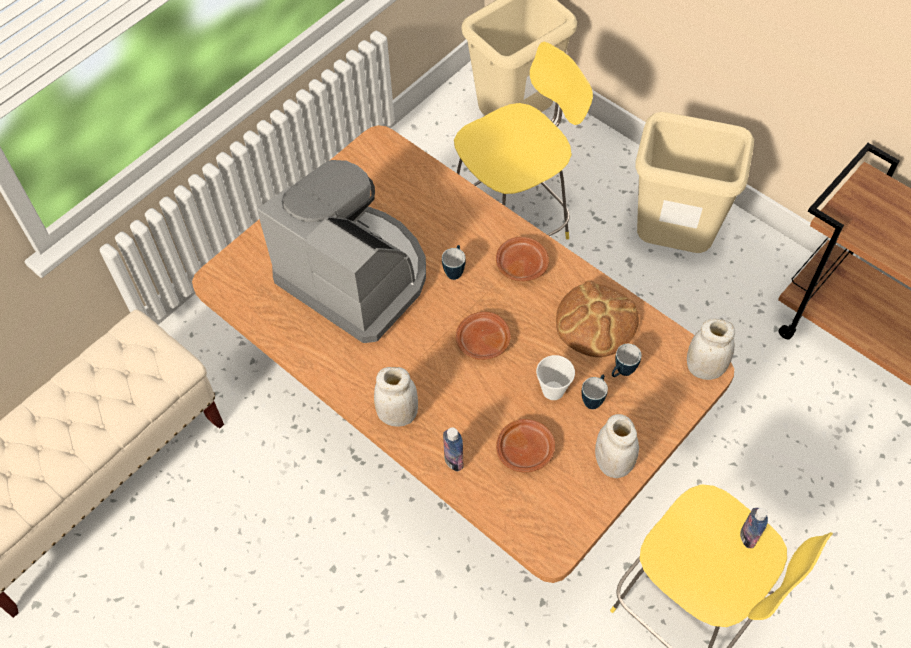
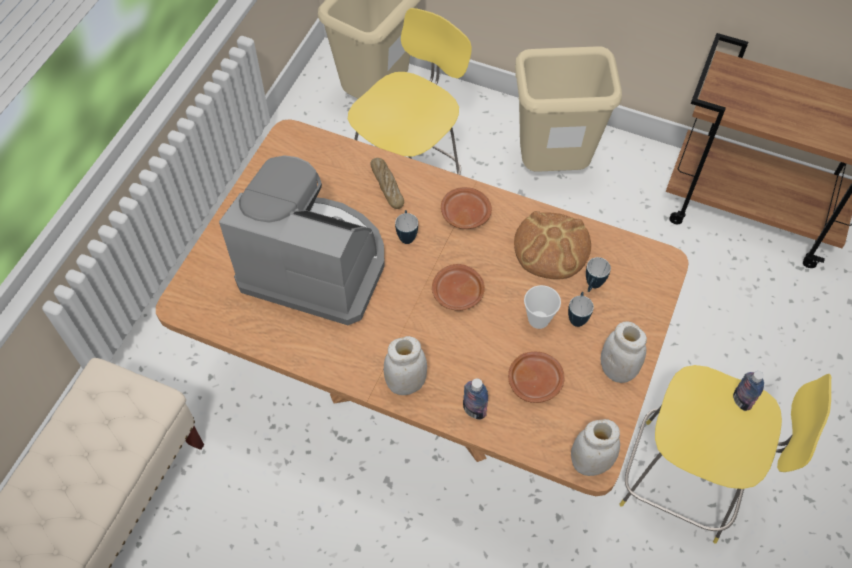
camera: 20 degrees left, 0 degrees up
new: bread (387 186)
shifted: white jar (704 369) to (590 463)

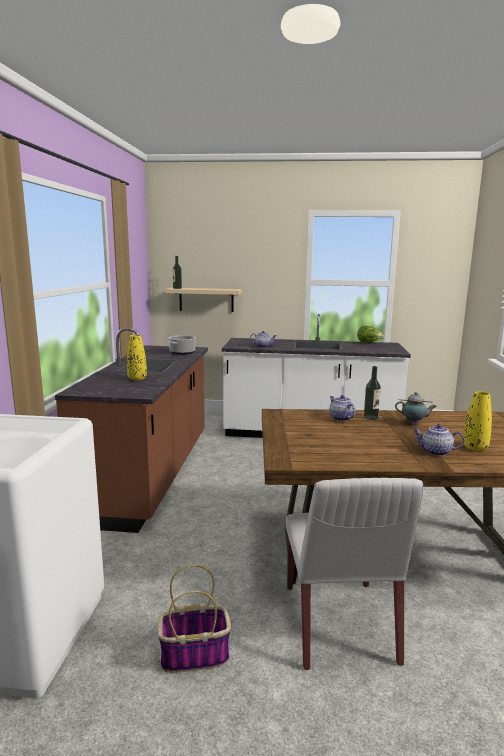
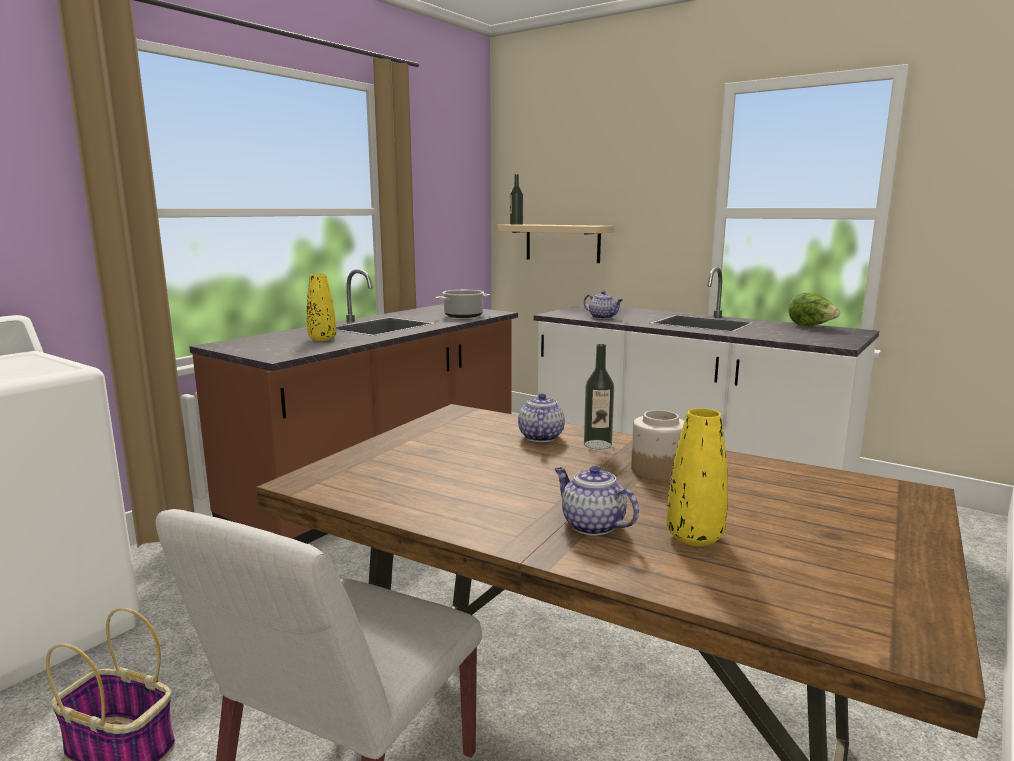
camera: 30 degrees right, 0 degrees up
swapped: teapot (414 424) to jar (657 470)

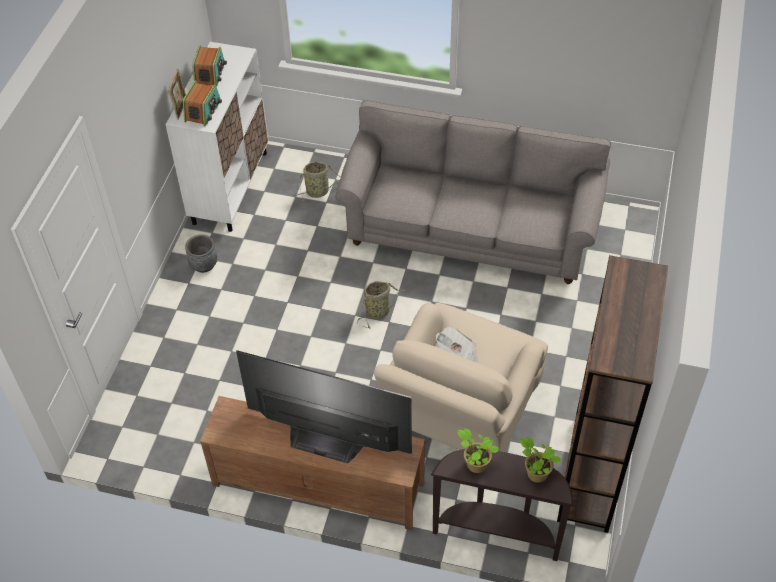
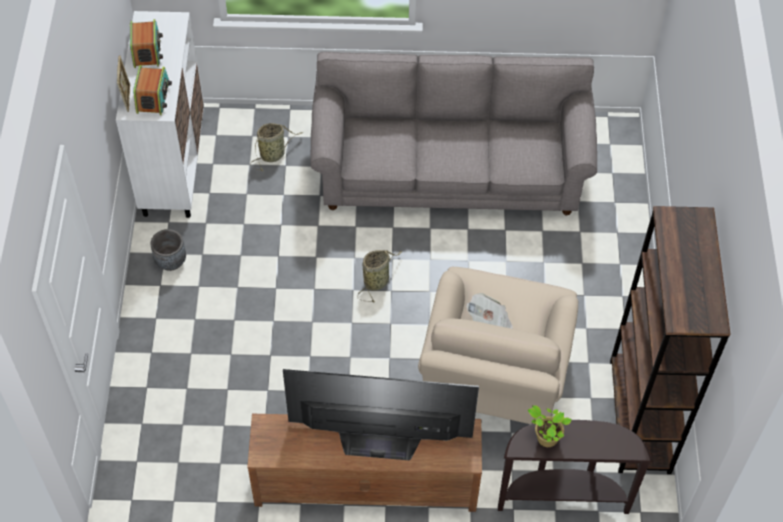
camera: 15 degrees left, 5 degrees up
gone: potted plant (535 473)

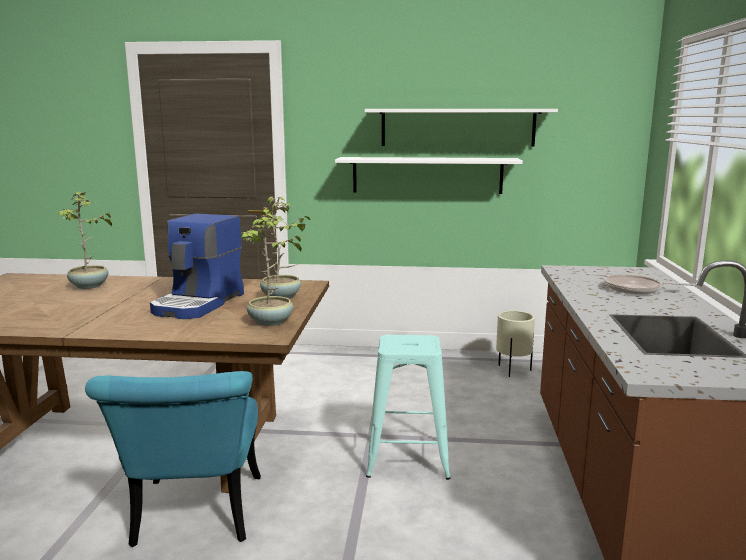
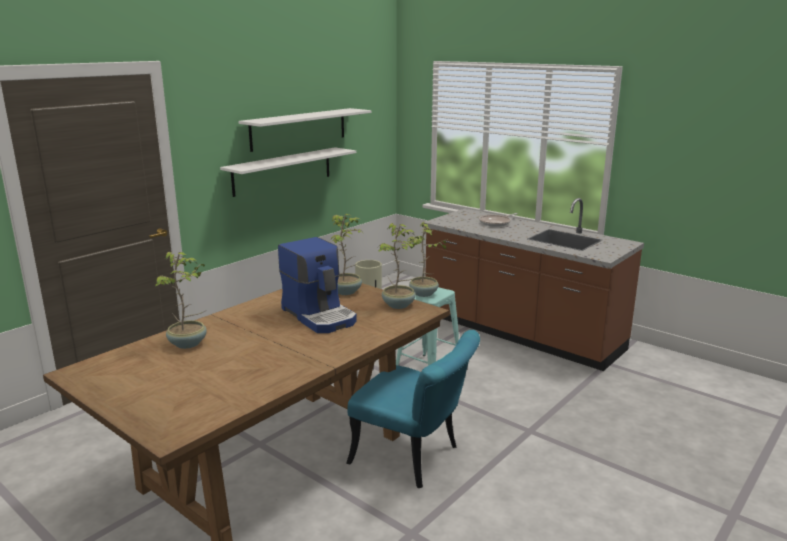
camera: 55 degrees left, 5 degrees up
new: potted plant (424 294)

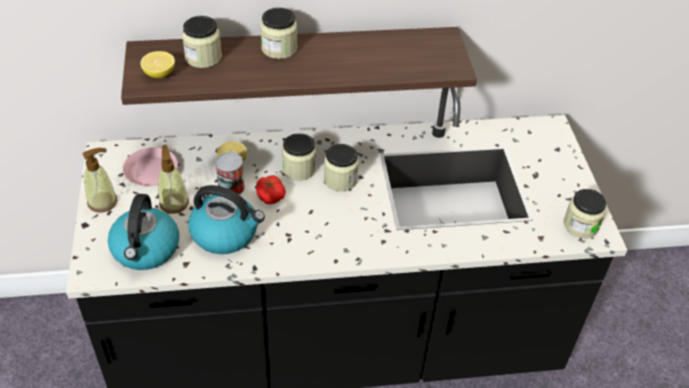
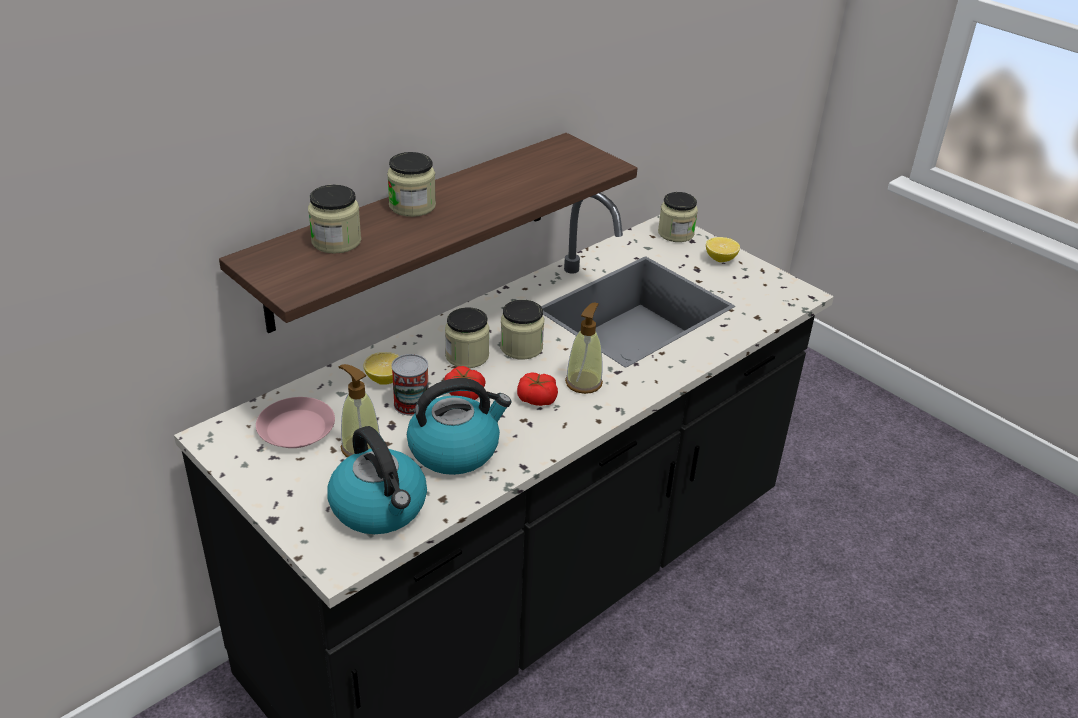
camera: 35 degrees left, 10 degrees down
new: tomato (537 398)
shifted: soap dispenser (103 202) to (584 382); lemon (159 74) to (720 259); jar (580 225) to (675 233)

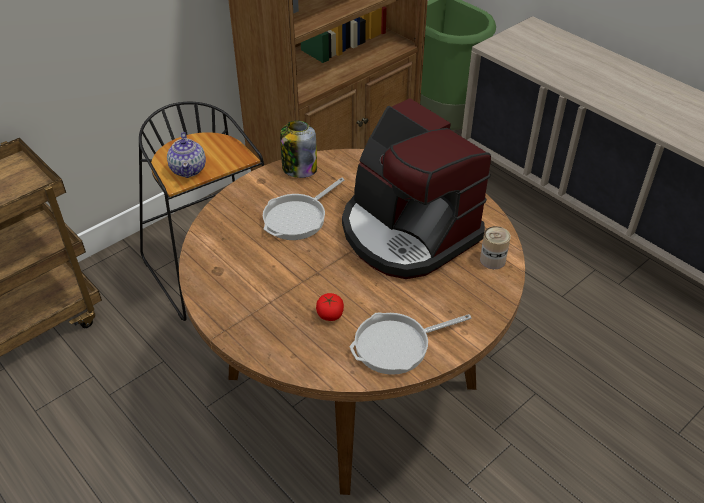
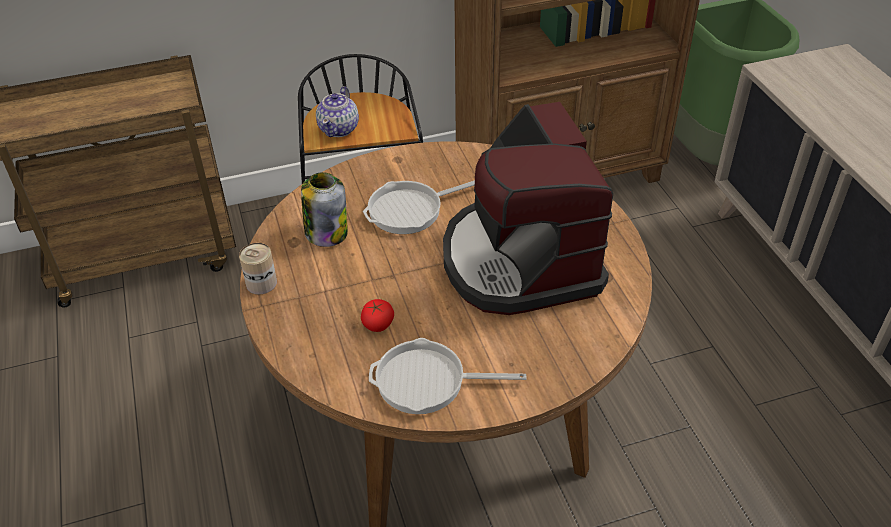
camera: 25 degrees right, 0 degrees up
shifted: jar (299 168) to (326 232); can (492 260) to (261 283)

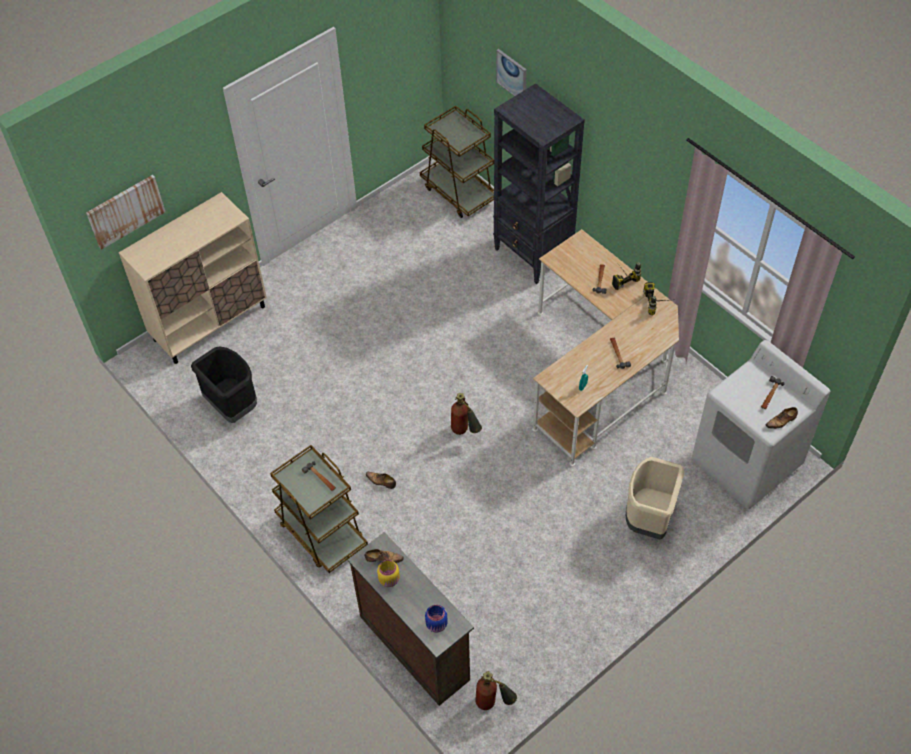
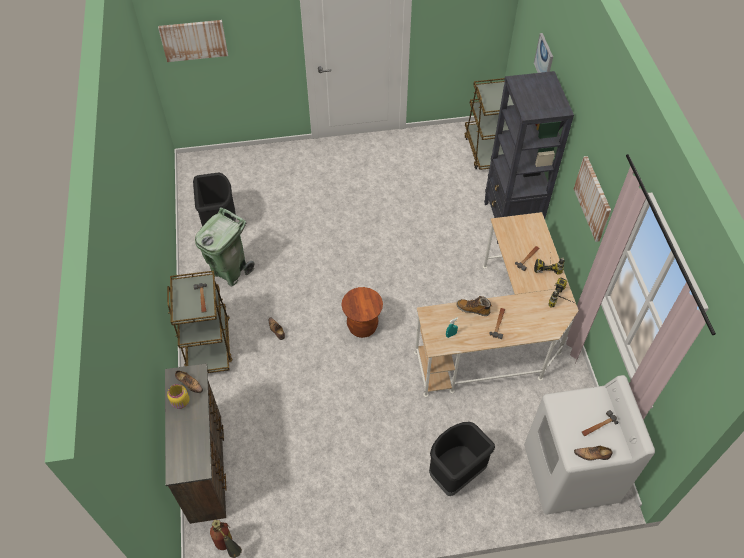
camera: 30 degrees right, 0 degrees up
gone: beige cabinet (210 323); blue jar (437 625)
new: green trash can (230 271); boot (473 309); picture (593 198)
swapped: fire extinguisher (465 432) to brown stool (362 326)
repainted: beige trash can (648 518) to black trash can (455 473)

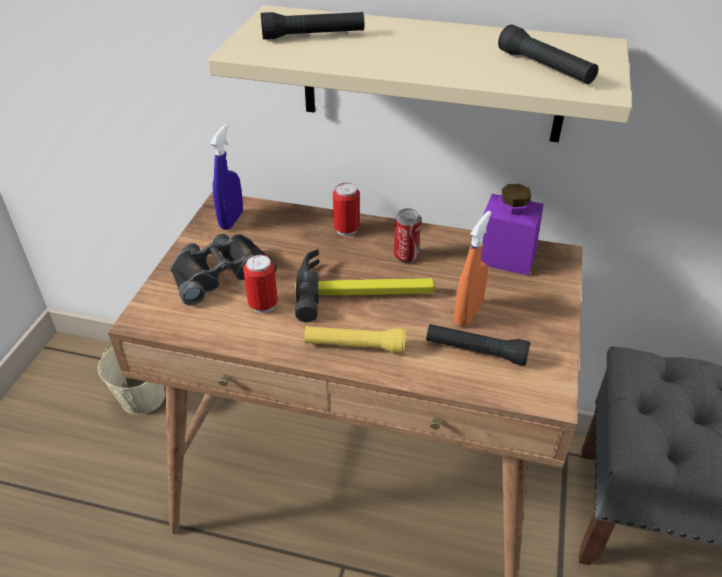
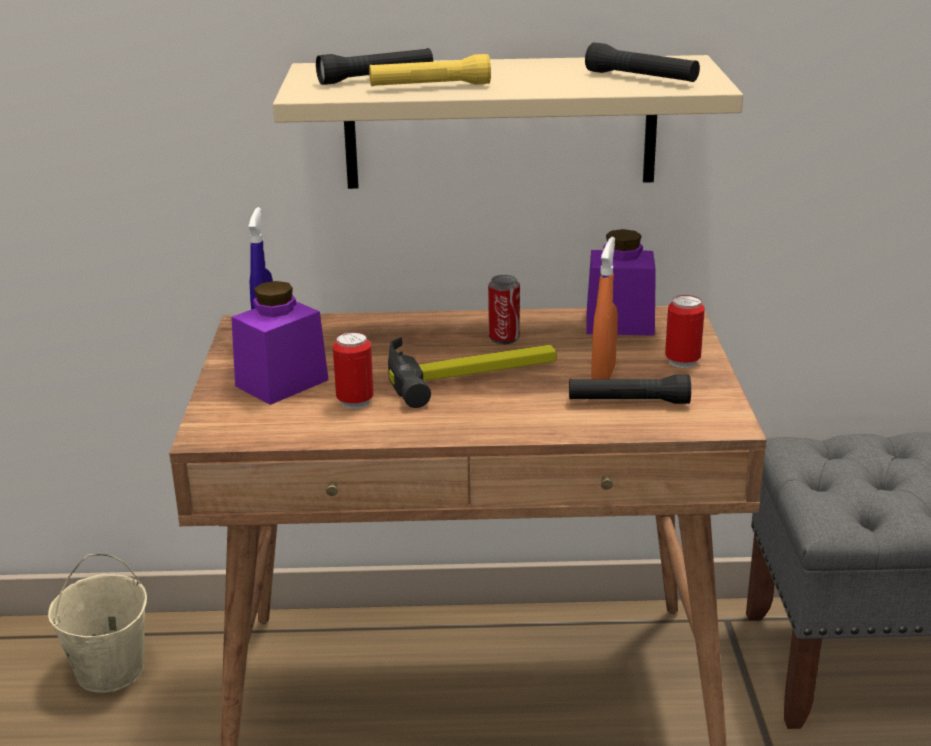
camera: 15 degrees left, 15 degrees down
shifted: yellow flashlight (355 346) to (430 86); can (346 229) to (682 362)
swapped: black binoculars (220 273) to purple jar (282 383)

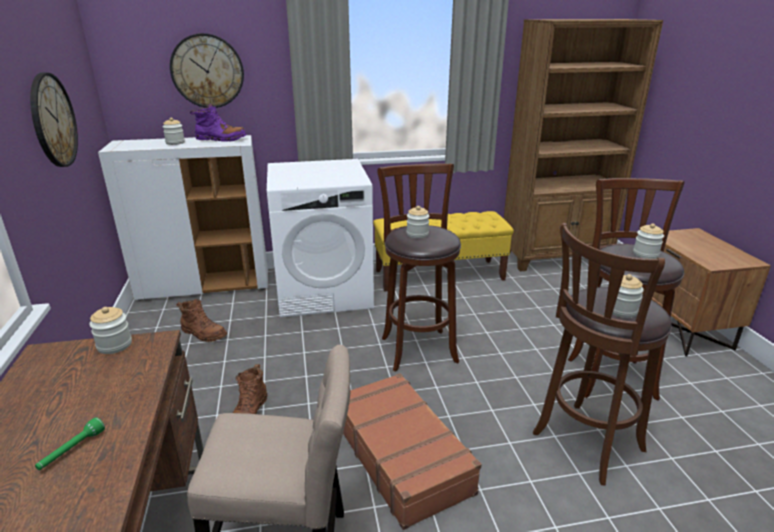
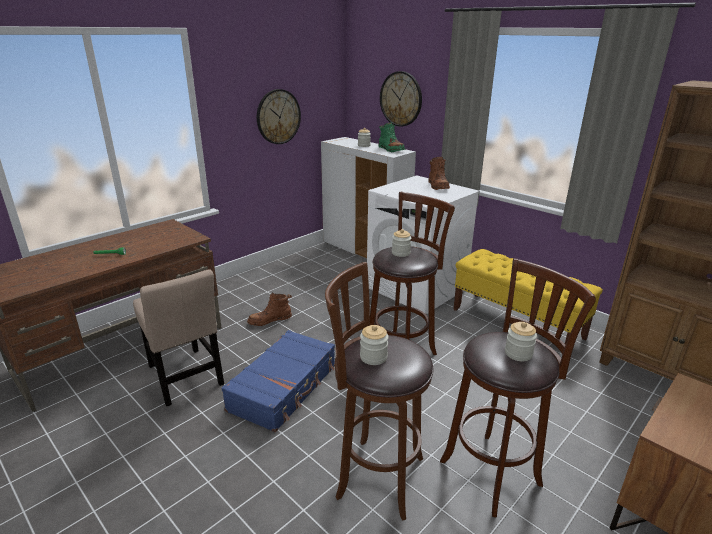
camera: 55 degrees right, 0 degrees up
gone: jar (114 345)
shifted: brown boot (203 333) to (437 186)
repainted: purple boot (221 139) to green boot (390 149); brown suitcase (402 455) to blue suitcase (284 388)

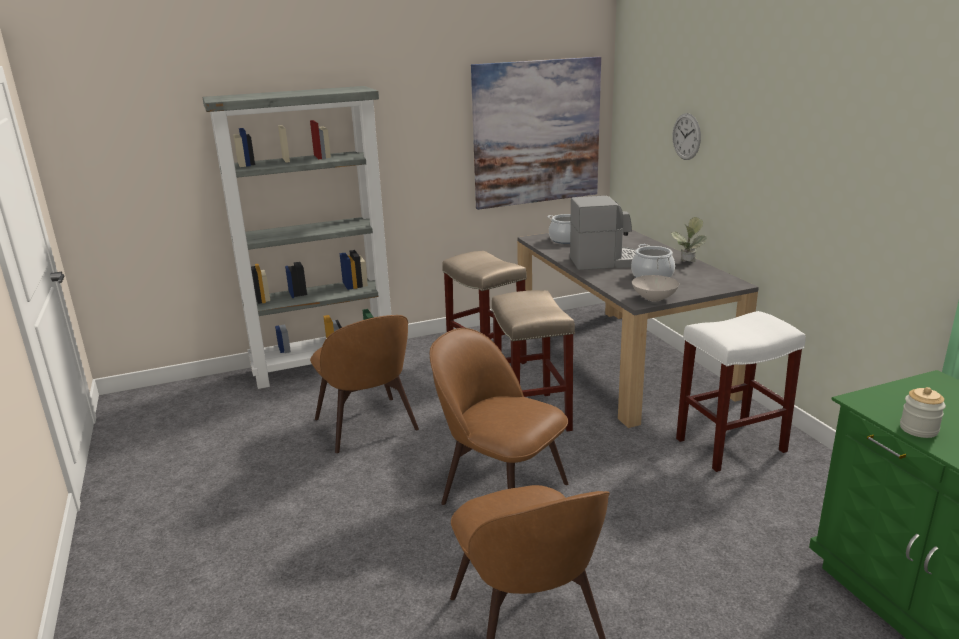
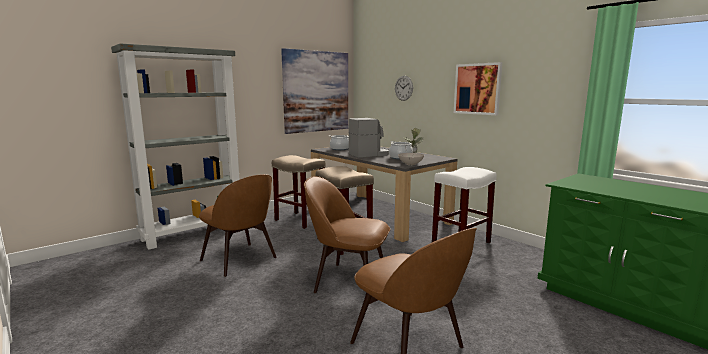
camera: 20 degrees left, 10 degrees down
gone: jar (918 429)
new: picture (477 89)

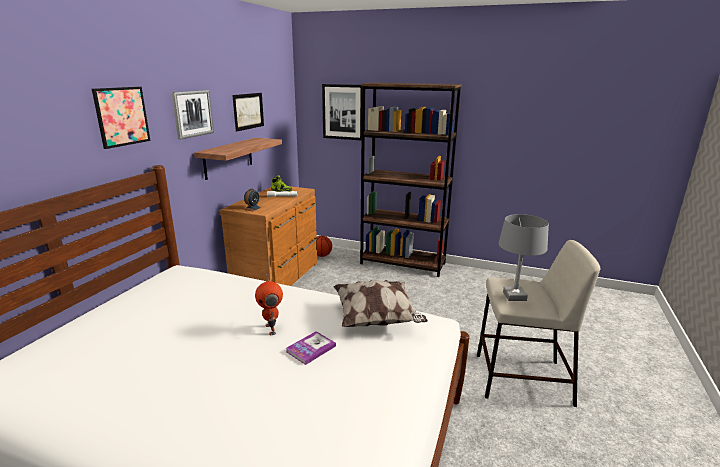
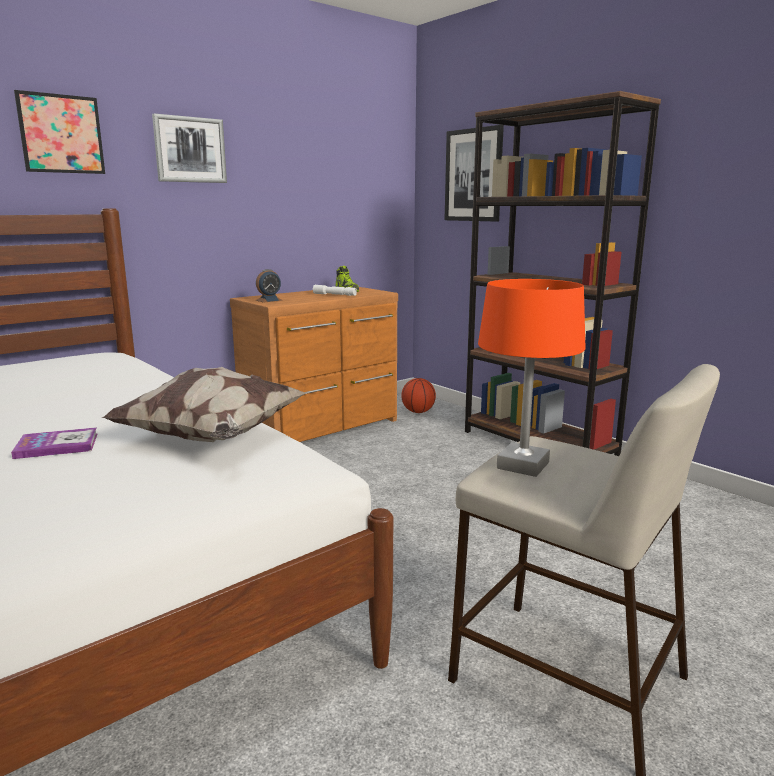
camera: 30 degrees right, 5 degrees down
gone: shelf (228 158); picture (248 111); toy robot (272 329)
repainted: grey table lamp (514 296) to orange table lamp (522 465)

